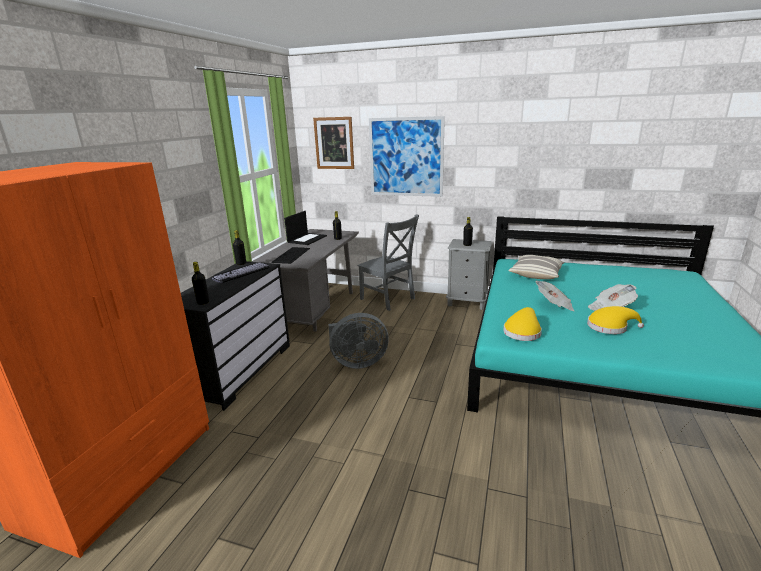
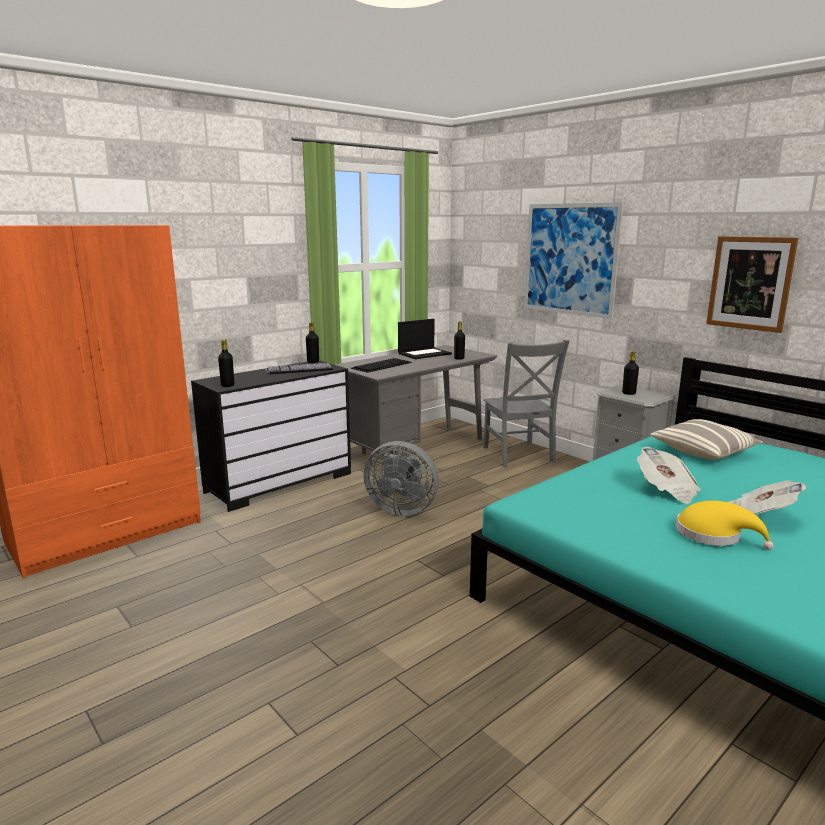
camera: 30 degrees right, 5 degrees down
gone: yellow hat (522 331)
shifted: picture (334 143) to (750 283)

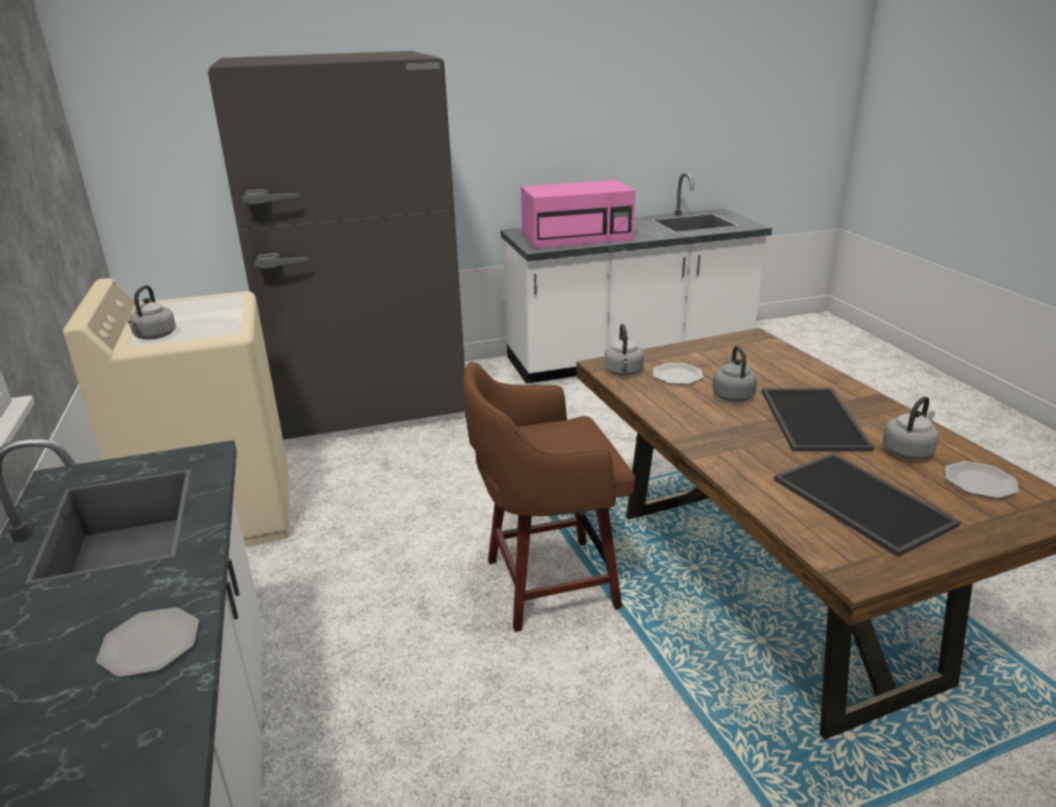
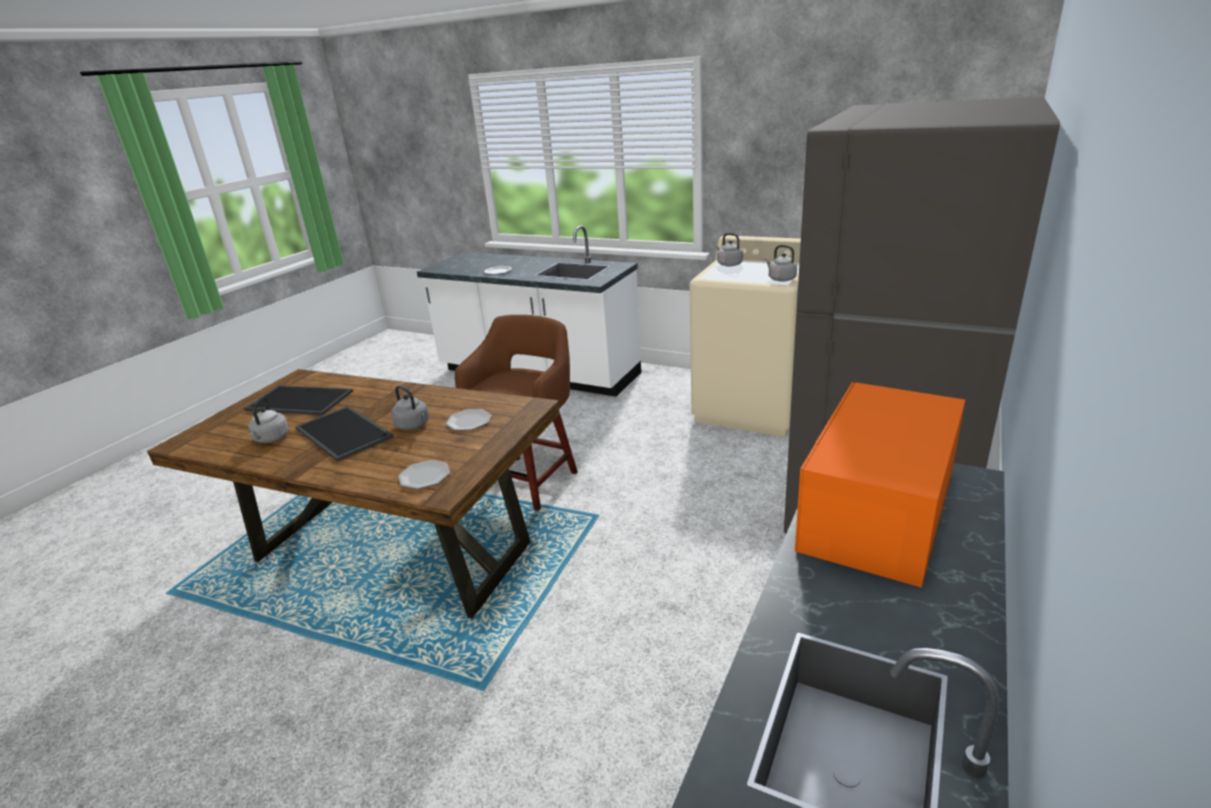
camera: 135 degrees right, 0 degrees up
shifted: grey kettle (624 372) to (780 279); plate (979 482) to (425 476)
repainted: pink microwave (578 237) to orange microwave (877 513)

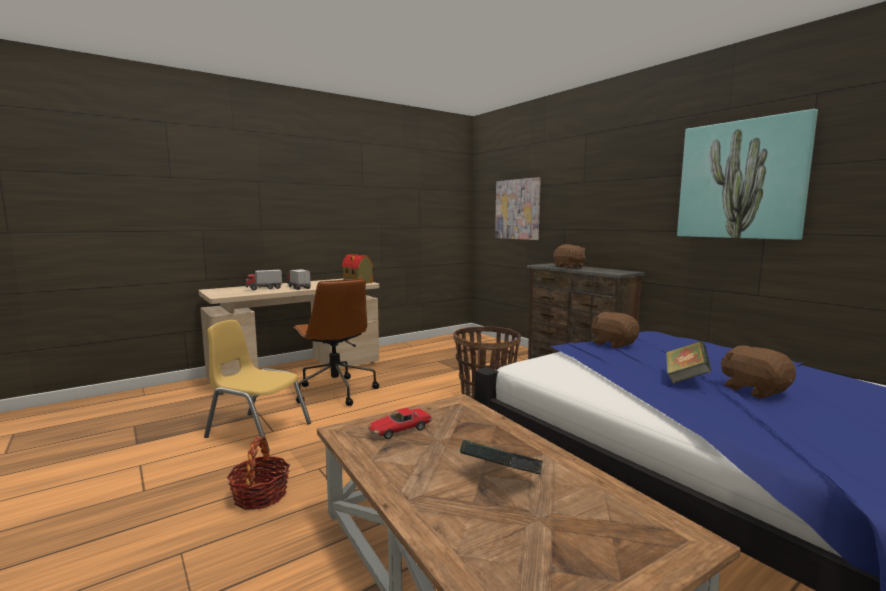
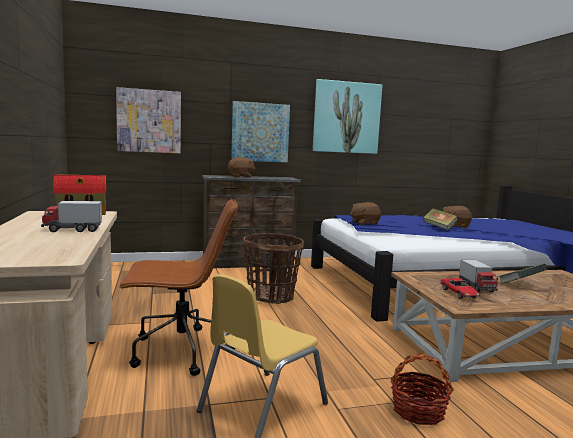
camera: 70 degrees left, 0 degrees up
new: picture (260 132)
shifted: toy truck (264 288) to (476 287)

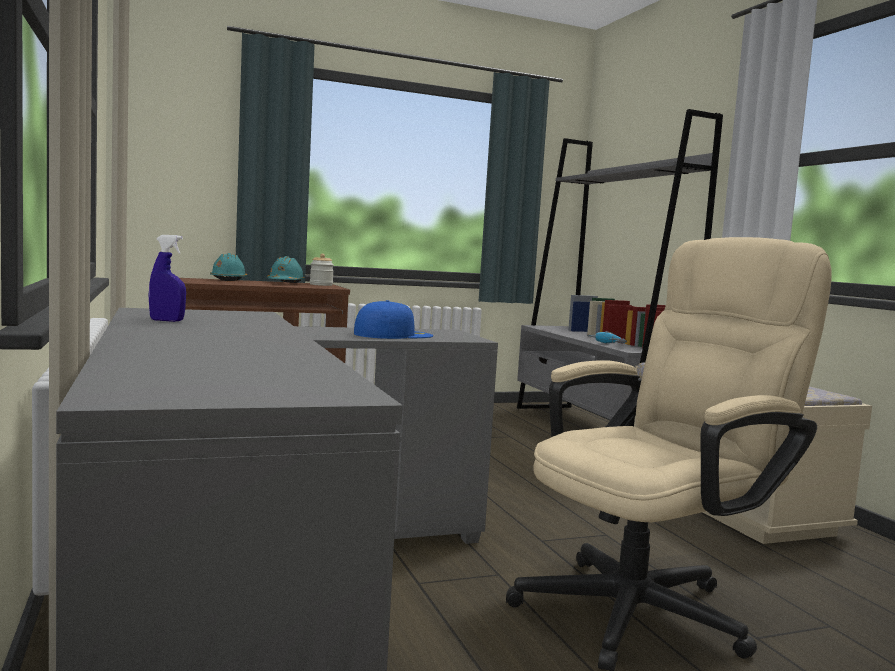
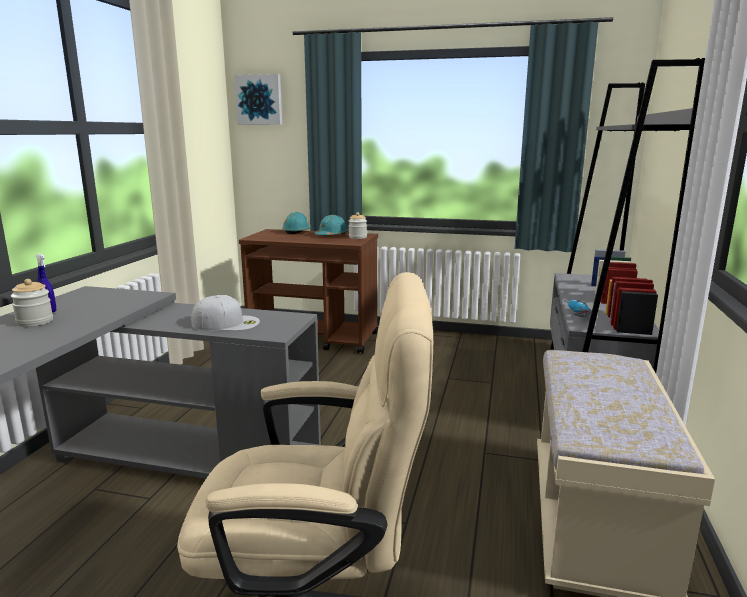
camera: 35 degrees right, 10 degrees up
new: jar (35 322); picture (259 100)
repainted: blue cap (393 334) to white cap (226 323)

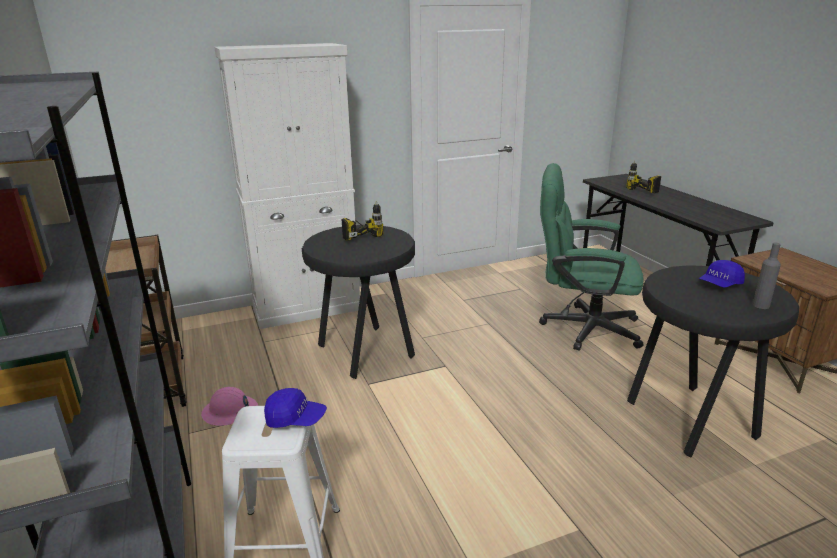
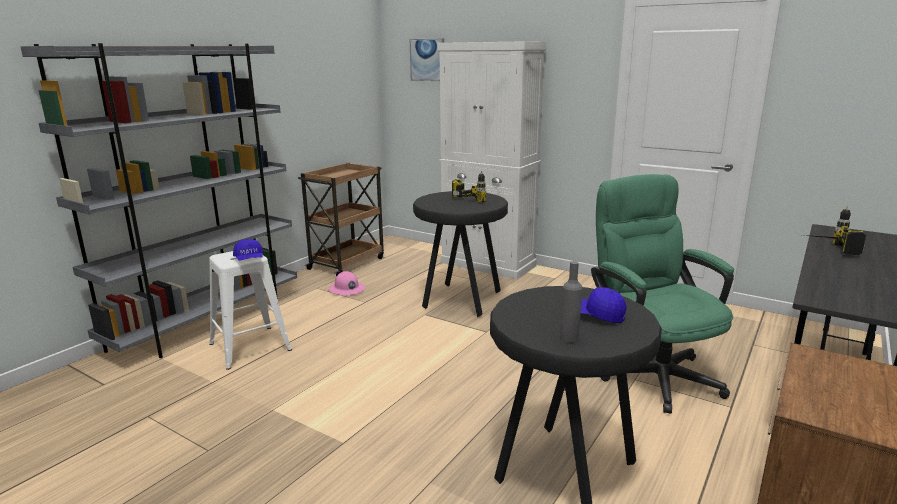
camera: 55 degrees right, 5 degrees down
new: picture (427 60)

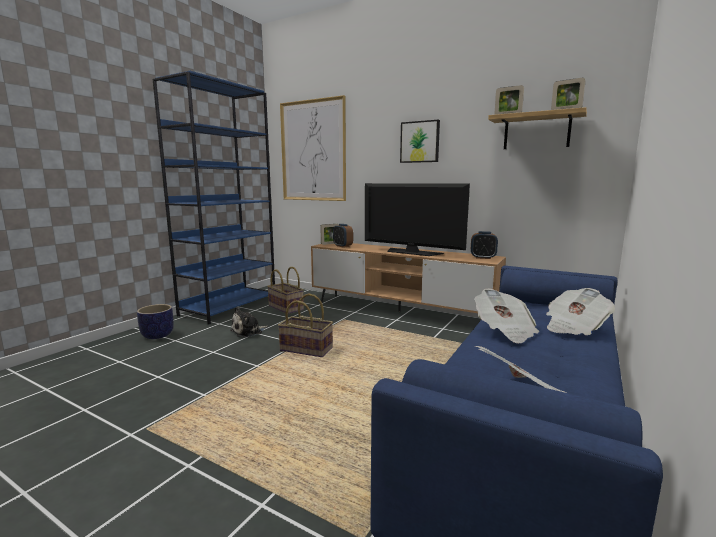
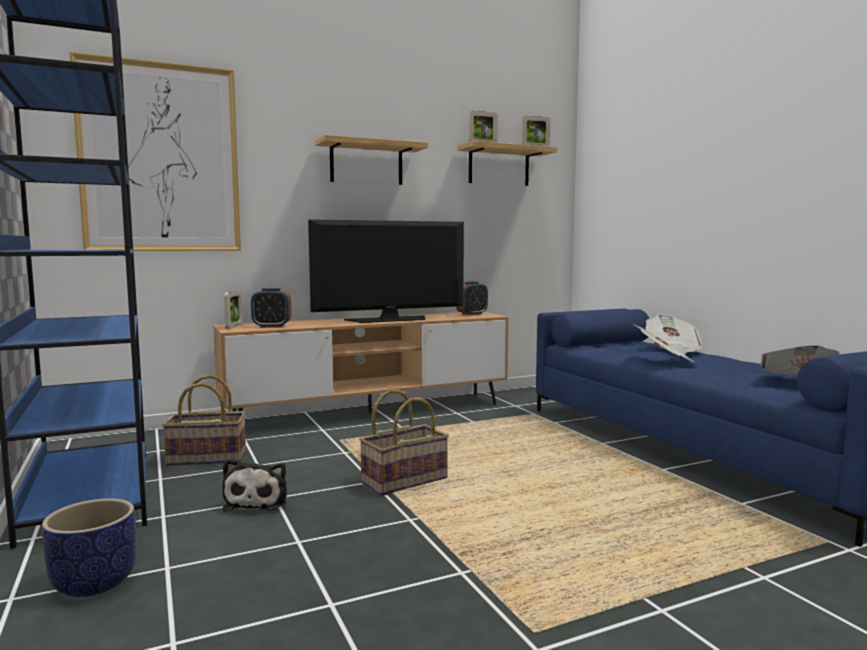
camera: 55 degrees left, 5 degrees down
swapped: picture (420 142) to shelf (366 163)

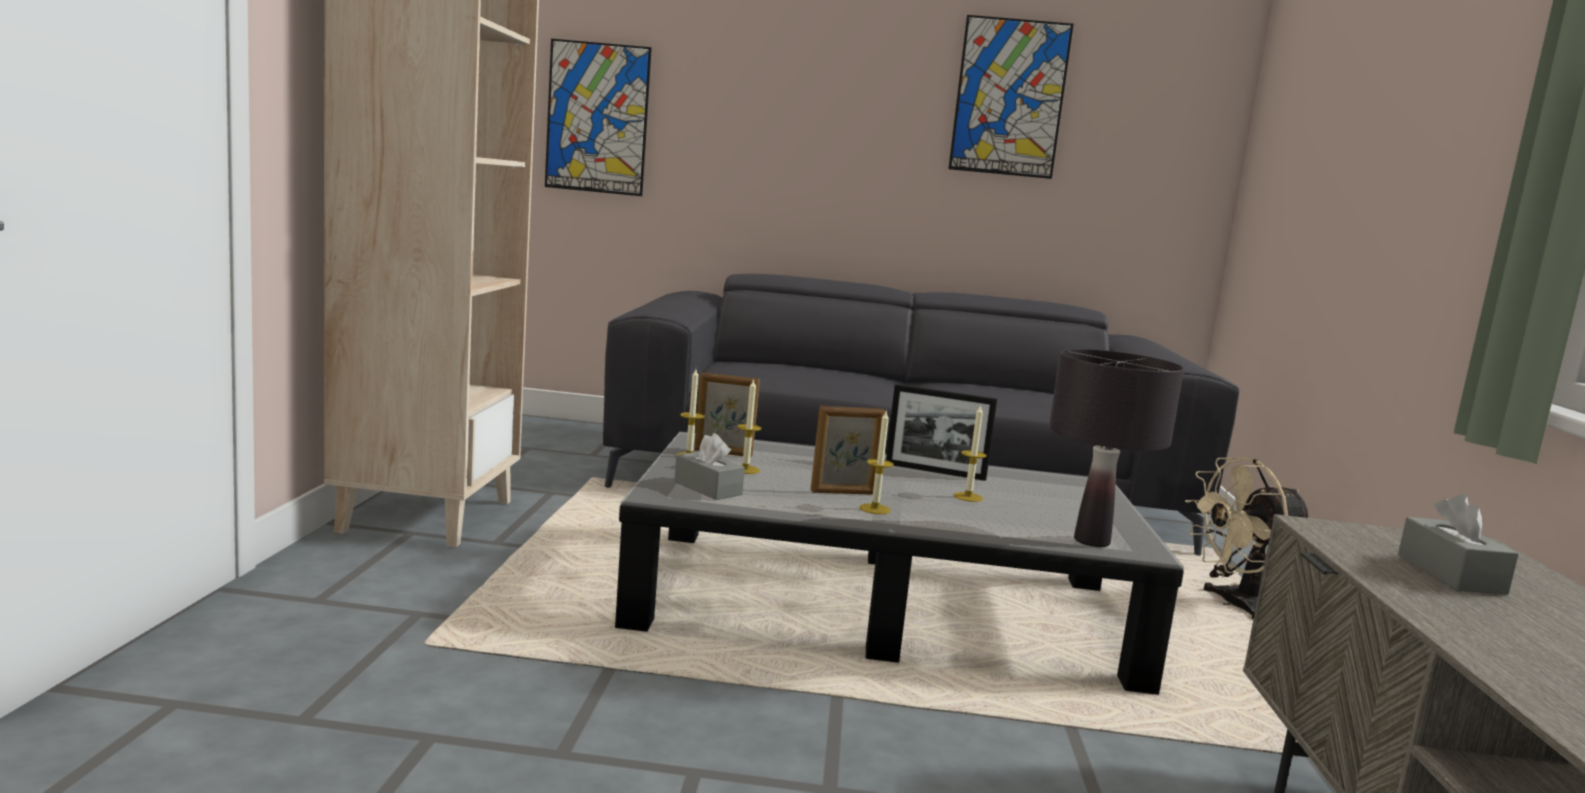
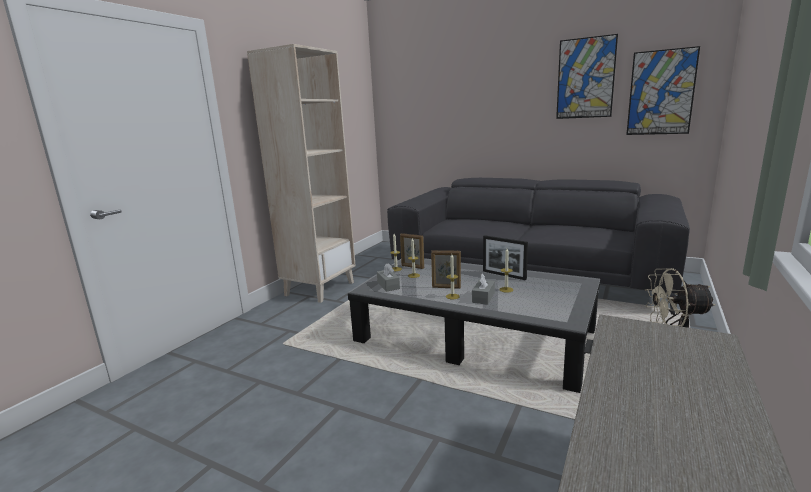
camera: 25 degrees right, 5 degrees up
gone: black table lamp (1091 541)
shifted: picture (597 118) to (661 93); grey tissue box (1450 574) to (483 297)

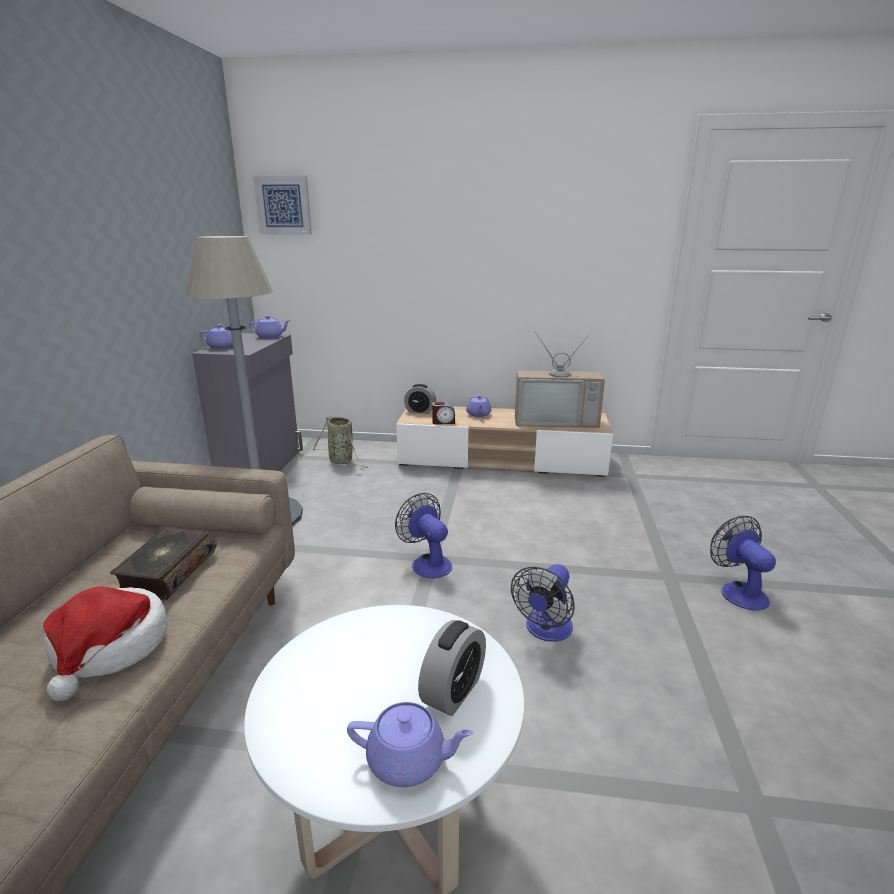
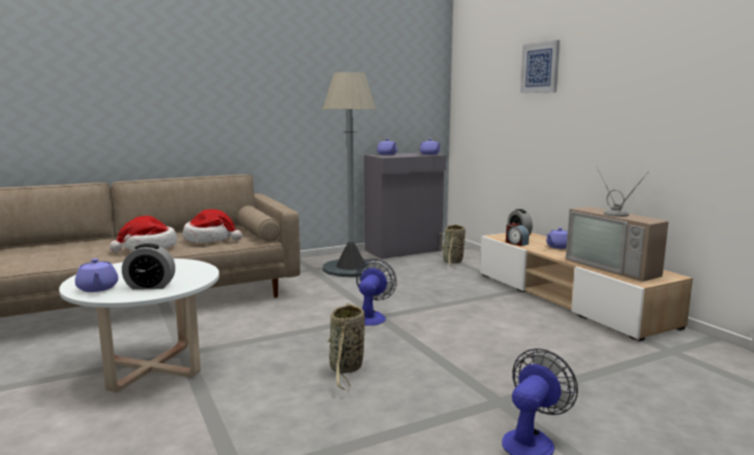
camera: 55 degrees right, 10 degrees down
shifted: picture (283 205) to (540 68)
swapped: book (167 572) to hat (210 239); fan (545 631) to basket (346 369)

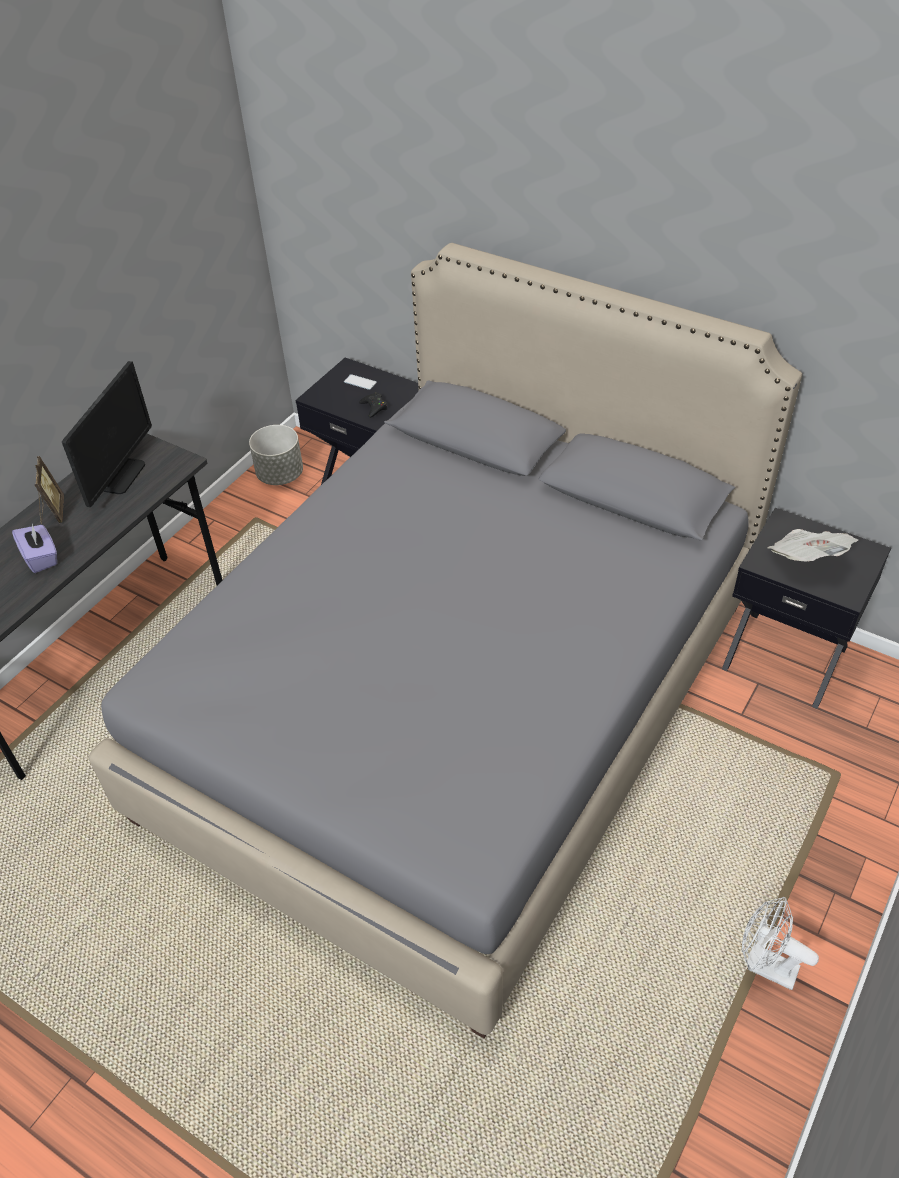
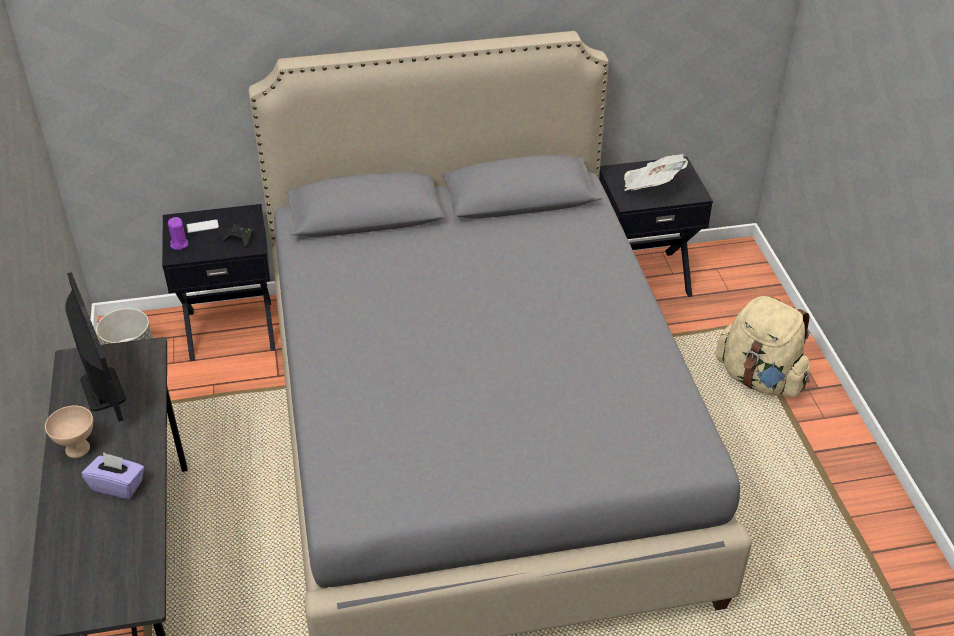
camera: 45 degrees left, 5 degrees down
gone: white fan (764 966)
new: purple candle (179 244); beige backpack (760 379)
swapped: picture frame (53 512) to beige bowl (77 449)

